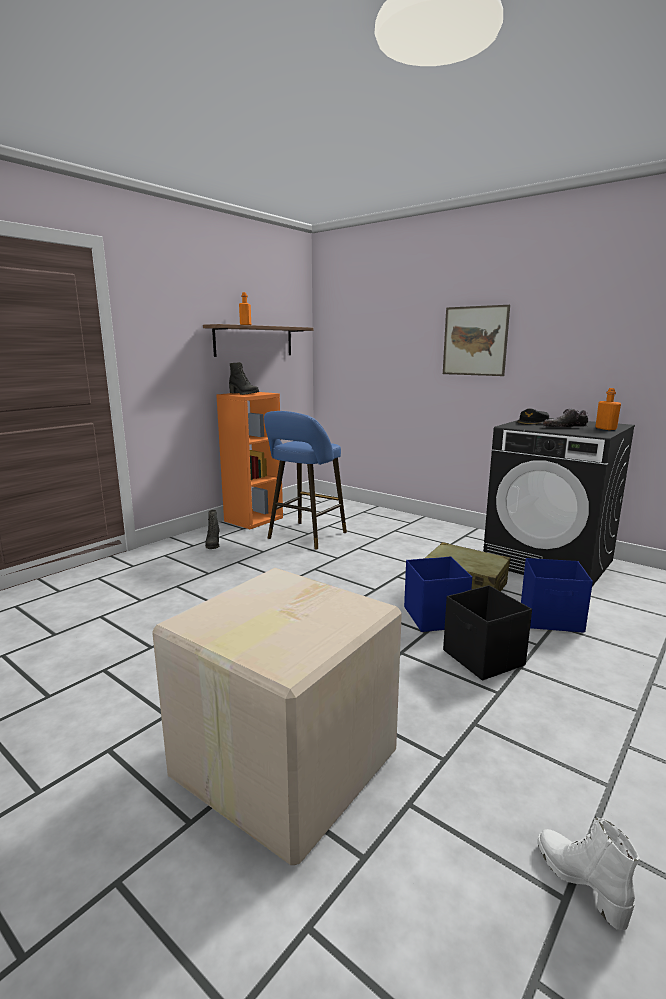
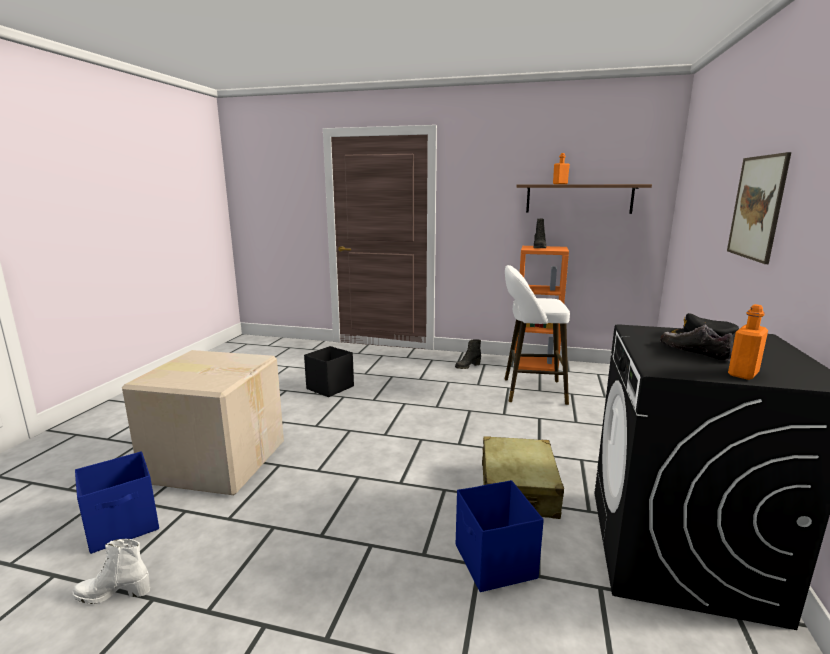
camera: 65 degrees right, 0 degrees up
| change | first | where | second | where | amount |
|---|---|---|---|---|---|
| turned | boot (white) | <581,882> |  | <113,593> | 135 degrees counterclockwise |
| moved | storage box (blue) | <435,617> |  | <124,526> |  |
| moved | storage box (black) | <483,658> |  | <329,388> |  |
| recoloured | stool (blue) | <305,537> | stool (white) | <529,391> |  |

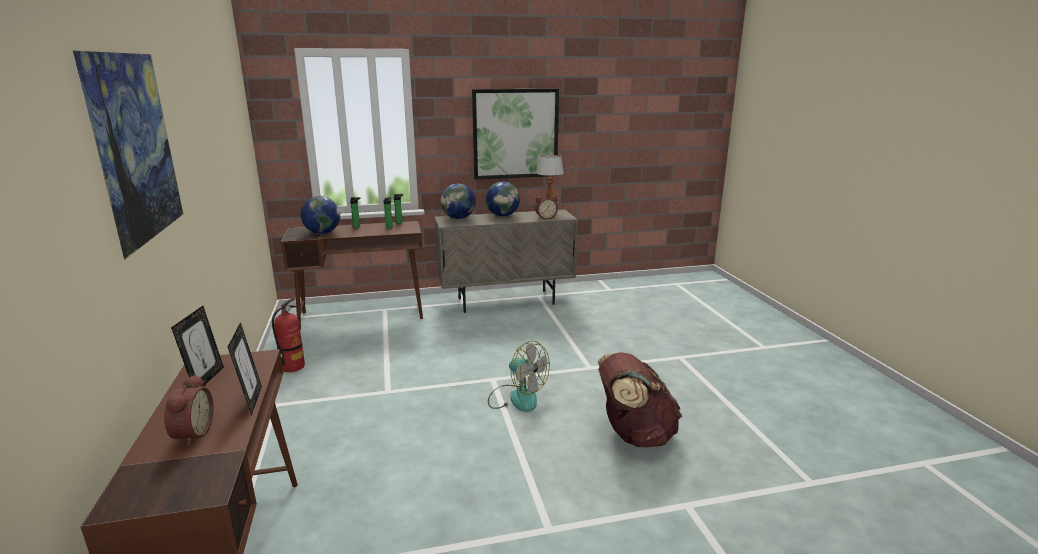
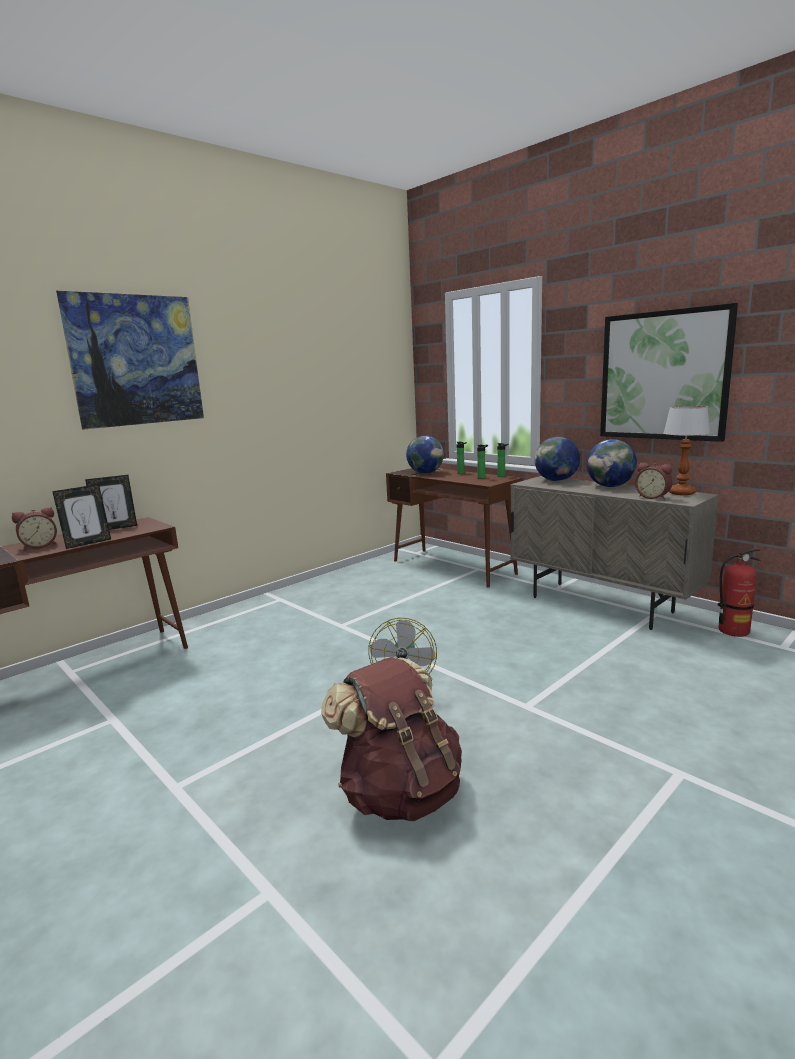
camera: 60 degrees right, 5 degrees down
| change | first | where | second | where | amount |
|---|---|---|---|---|---|
| moved | fire extinguisher | <293,367> |  | <733,631> |  |

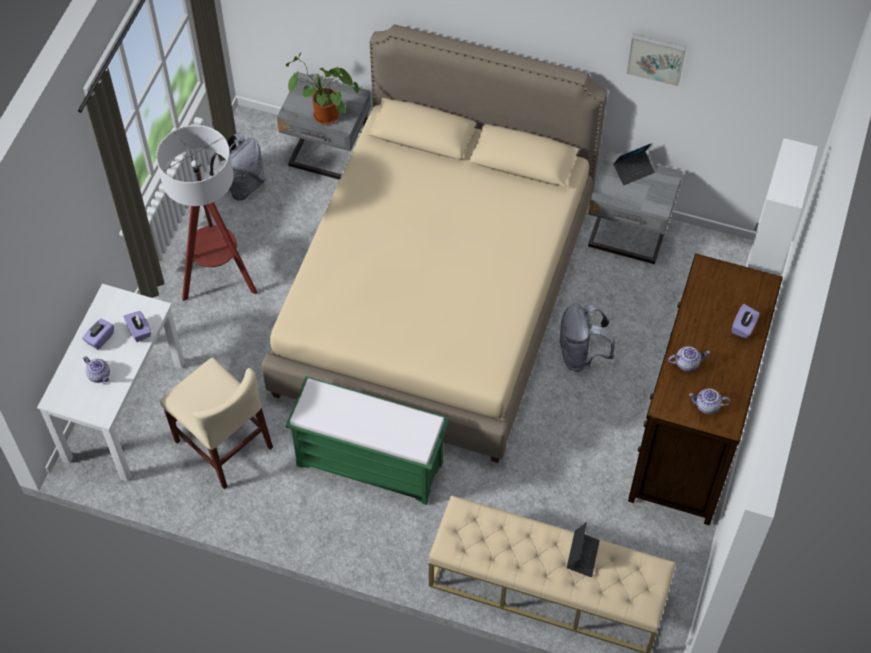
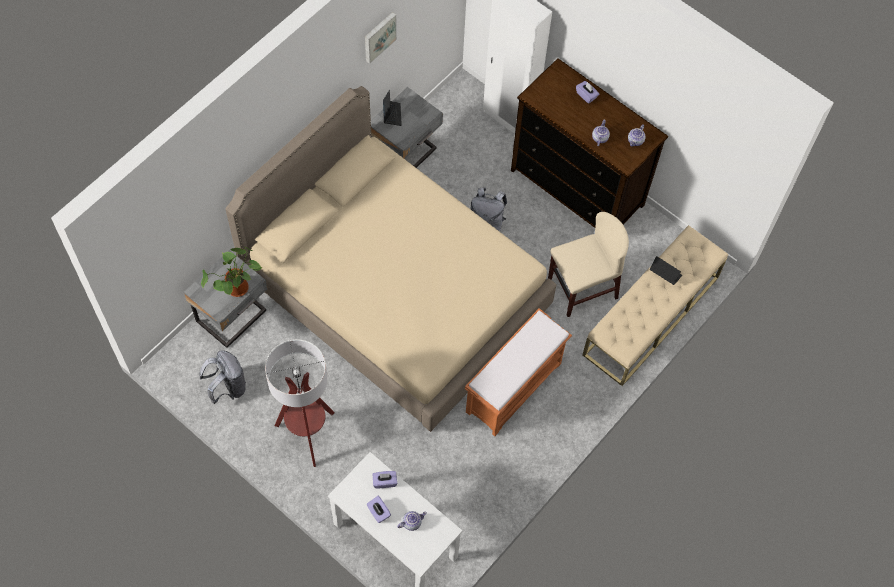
camera: 70 degrees left, 5 degrees up
| change | first | where | second | where | amount |
|---|---|---|---|---|---|
| recoloured | bench (green) | <371,463> | bench (orange) | <514,386> |  |
| moved | chair (beige) | <223,444> |  | <582,288> |  |

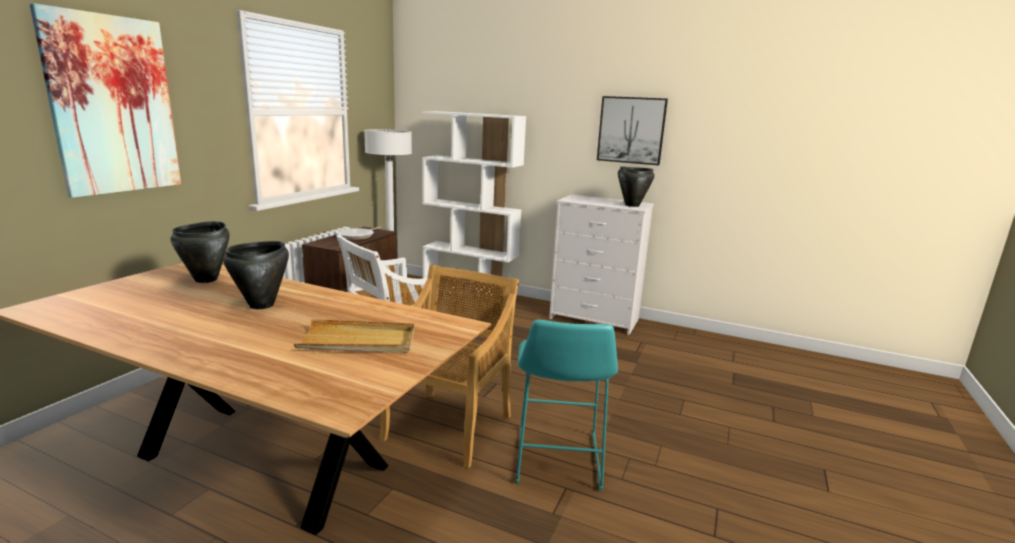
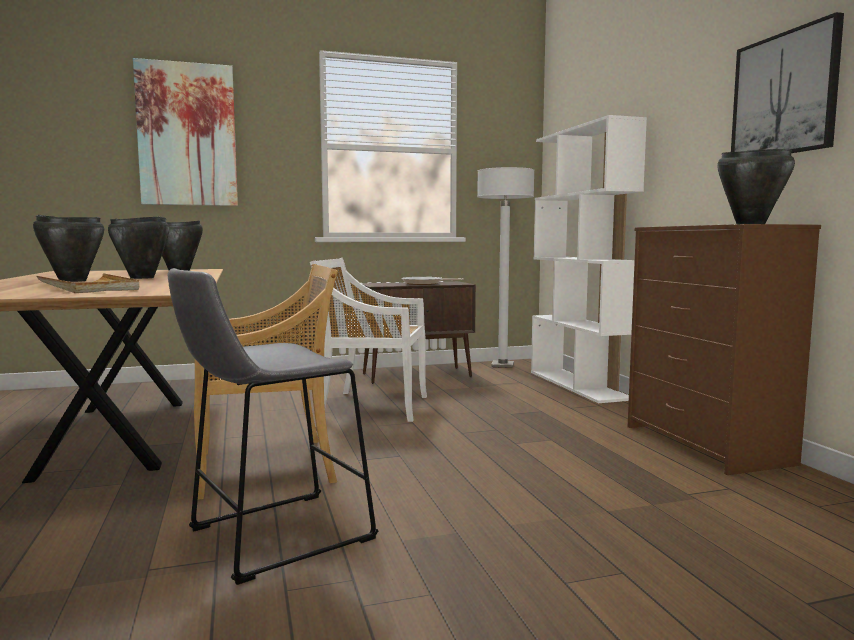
camera: 50 degrees right, 10 degrees down
| change | first | where | second | where | amount |
|---|---|---|---|---|---|
| added |  |  | cooking pot (black) | <72,281> |  |
| recoloured | stool (turquoise) | <557,462> | stool (grey) | <271,537> |  |
| recoloured | dresser (white) | <595,319> | dresser (brown) | <707,445> |  |

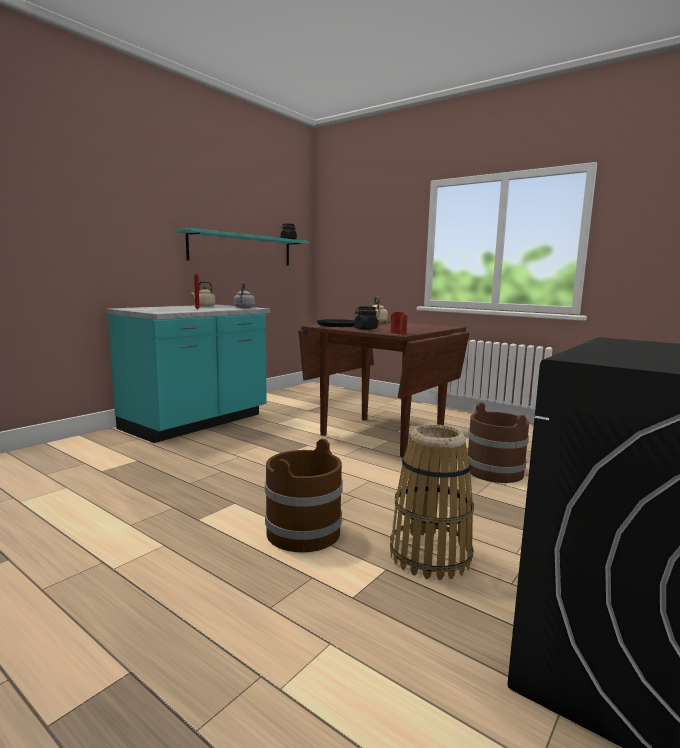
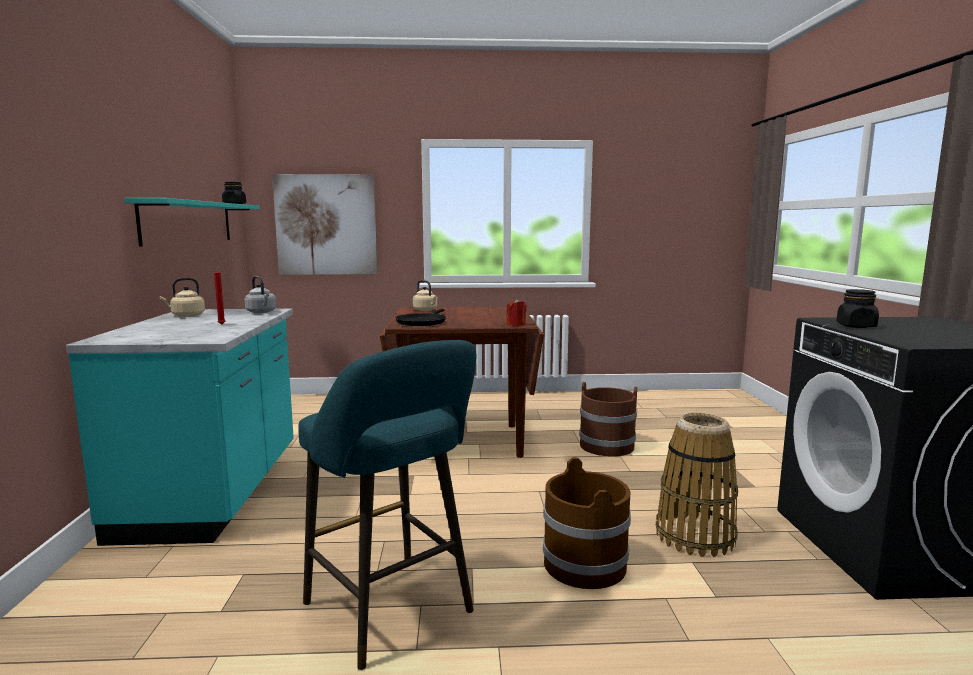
camera: 40 degrees left, 0 degrees up
| change | first | where | second | where | amount |
|---|---|---|---|---|---|
| added |  |  | picture | <326,225> |  |
| added |  |  | stool (turquoise) | <393,612> |  |
| moved | jar (black) | <365,329> |  | <856,326> |  |

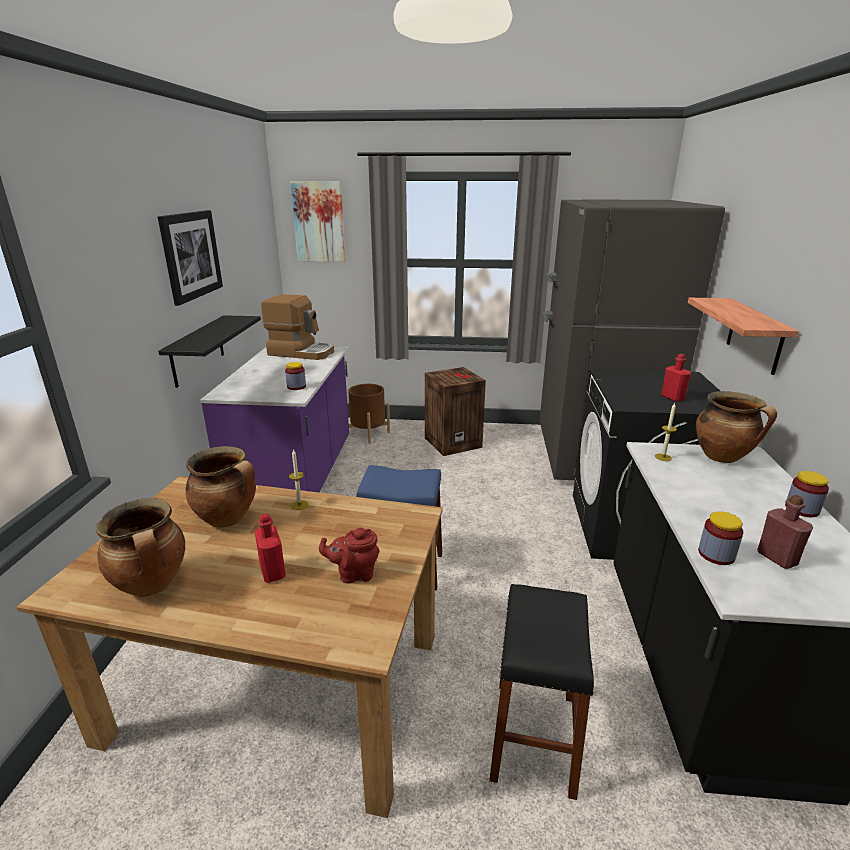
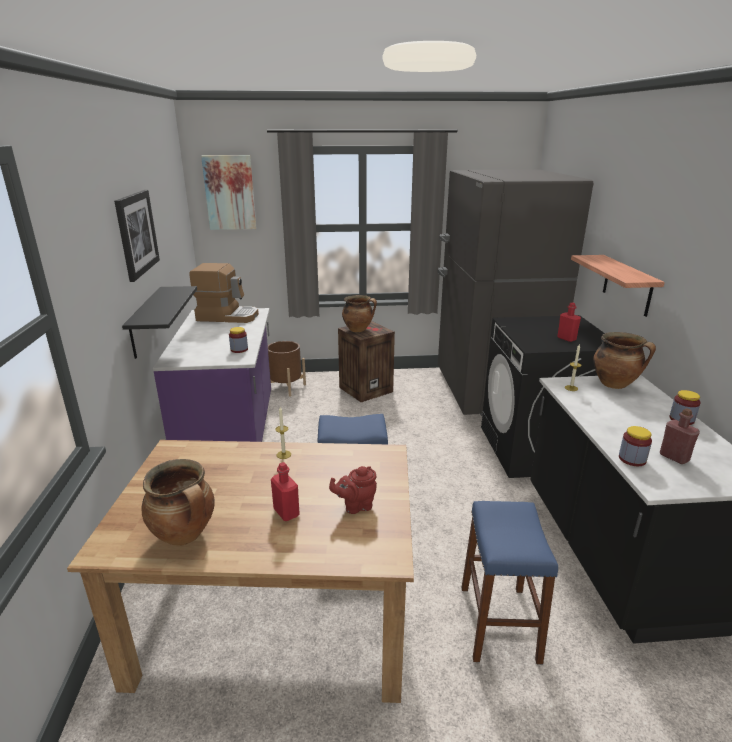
camera: 10 degrees left, 0 degrees up
| change | first | where | second | where | amount |
|---|---|---|---|---|---|
| moved | cooking pot | <228,519> |  | <358,329> |  |
| recoloured | stool (black) | <534,736> | stool (blue) | <499,623> |  |

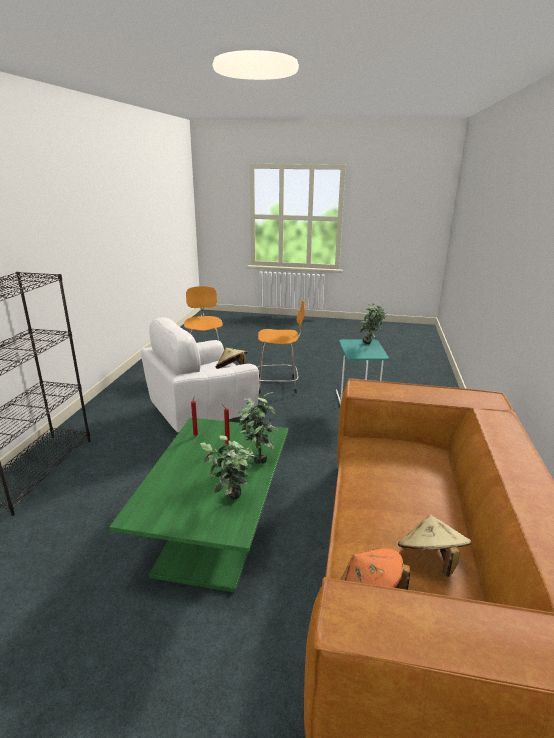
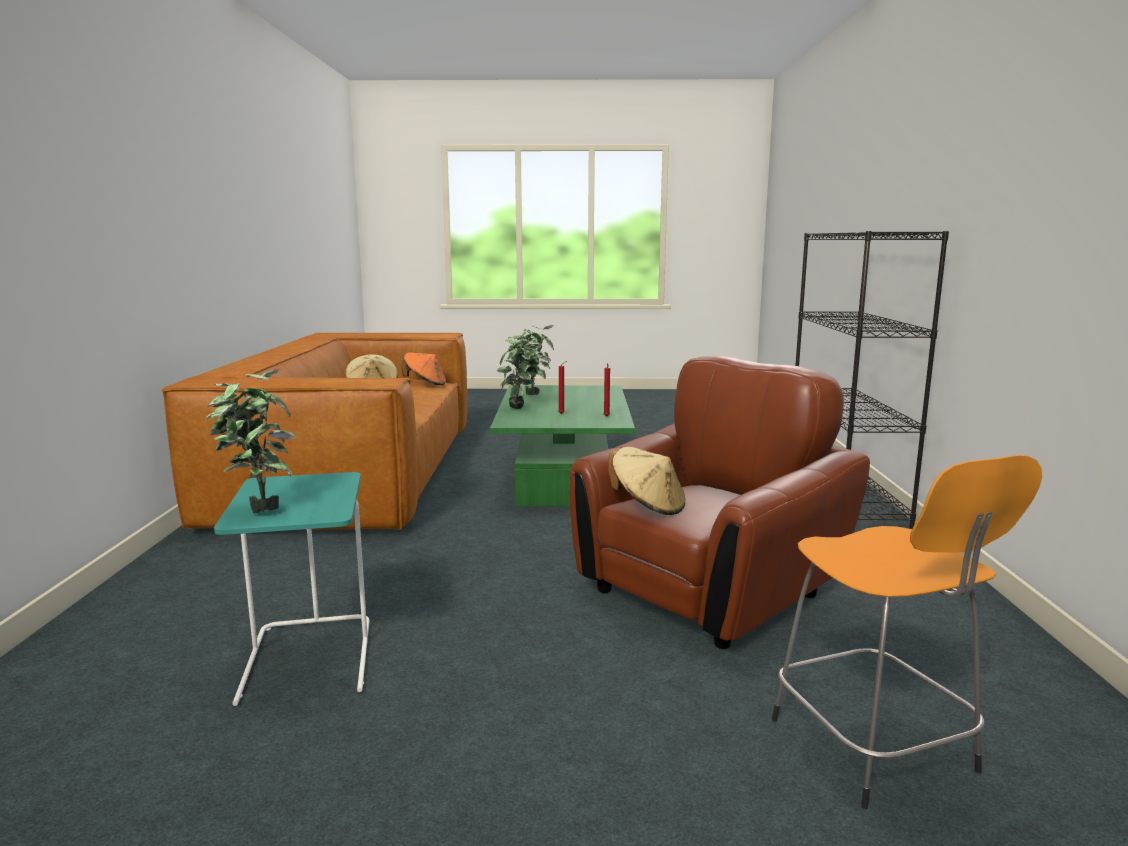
camera: 170 degrees right, 10 degrees down
| change | first | where | second | where | amount |
|---|---|---|---|---|---|
| recoloured | armchair (white) | <201,412> | armchair (brown) | <709,591> |  |
| removed | stool (orange) | <279,385> |  |  |  |

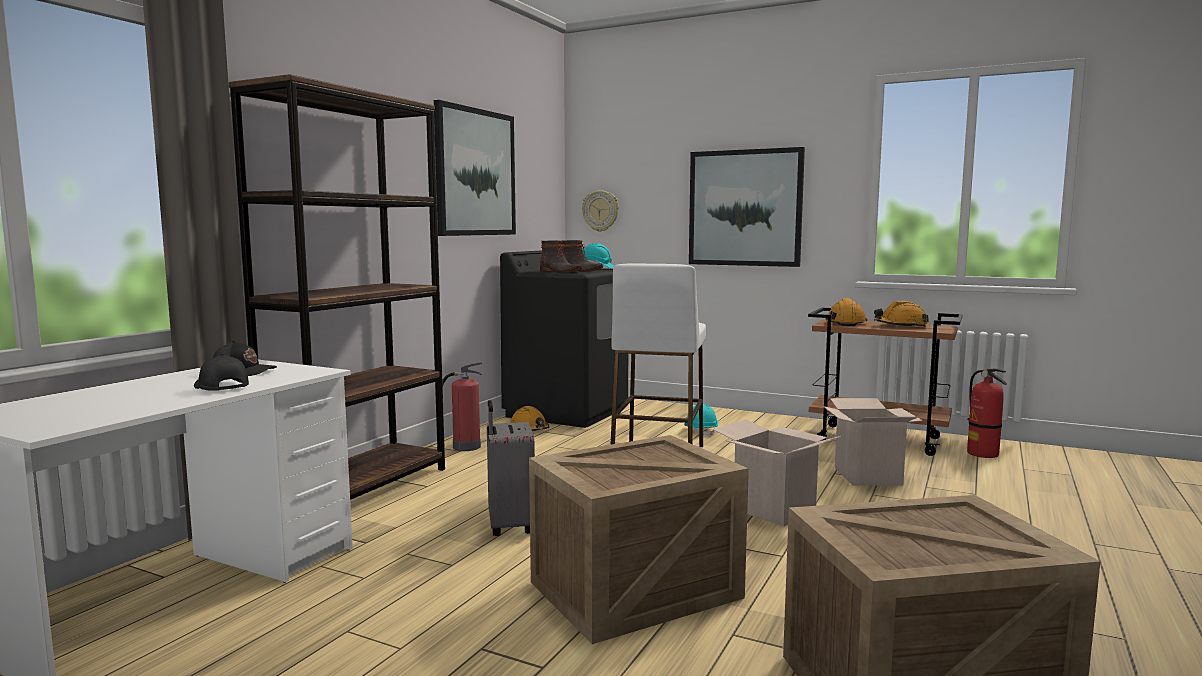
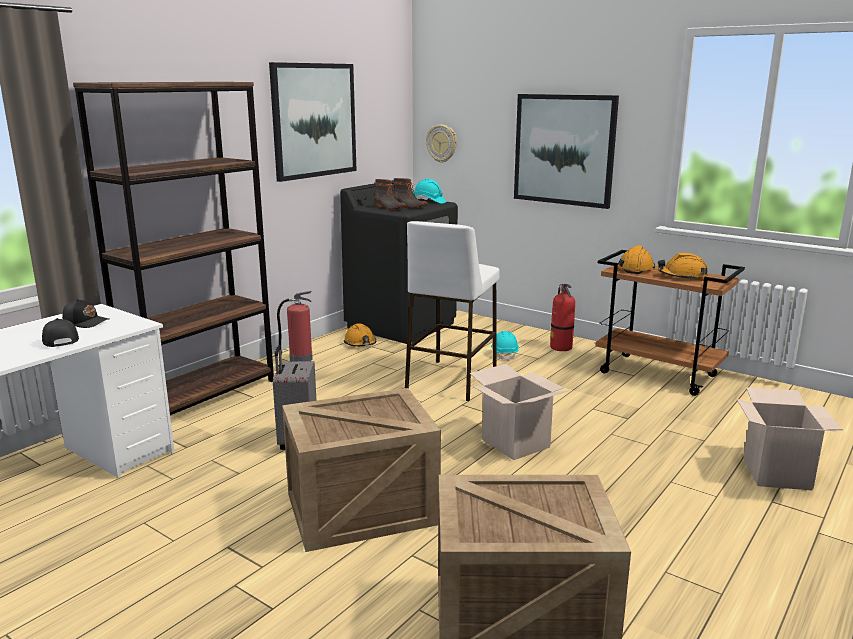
camera: 10 degrees right, 10 degrees up
| change | first | where | second | where | amount |
|---|---|---|---|---|---|
| moved | fire extinguisher | <983,454> |  | <561,348> |  |
| moved | cardboard box | <867,476> |  | <776,474> |  |

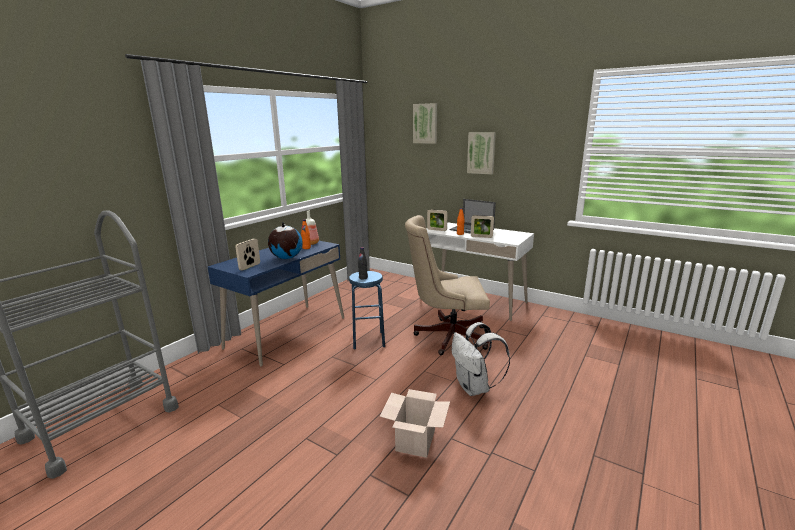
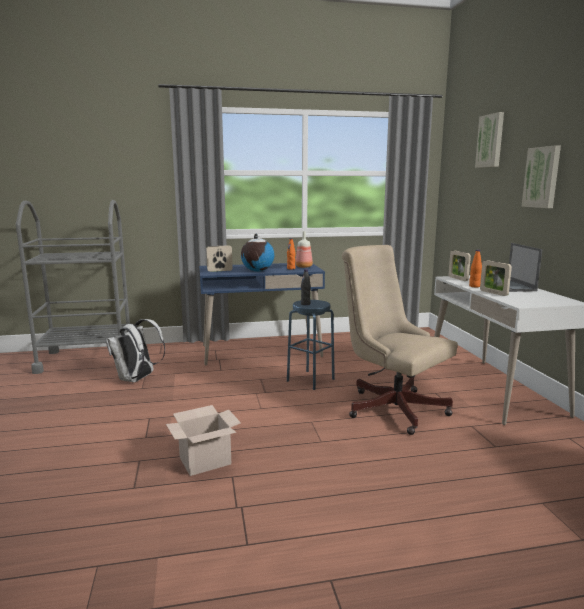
camera: 45 degrees right, 5 degrees down
| change | first | where | second | where | amount |
|---|---|---|---|---|---|
| moved | backpack (white) | <475,388> |  | <137,379> |  |

